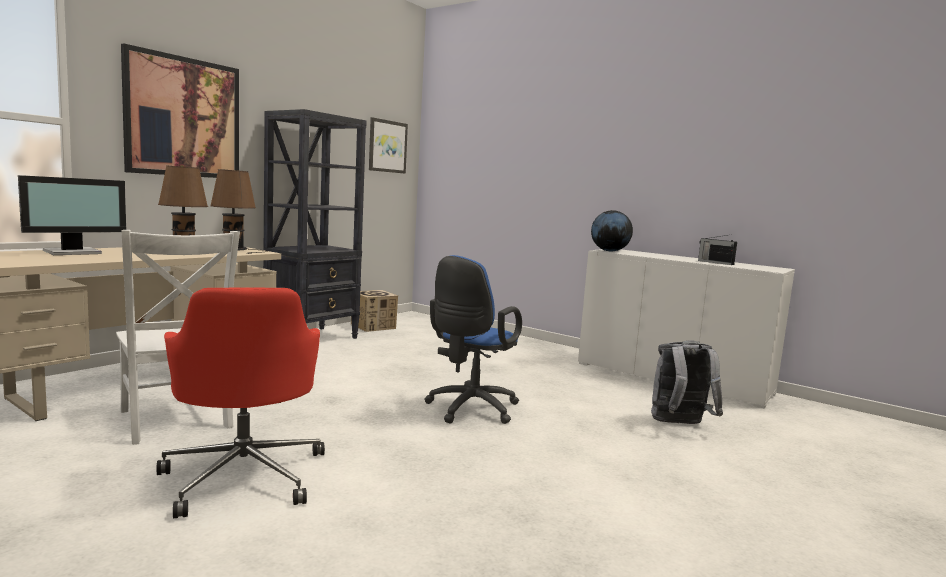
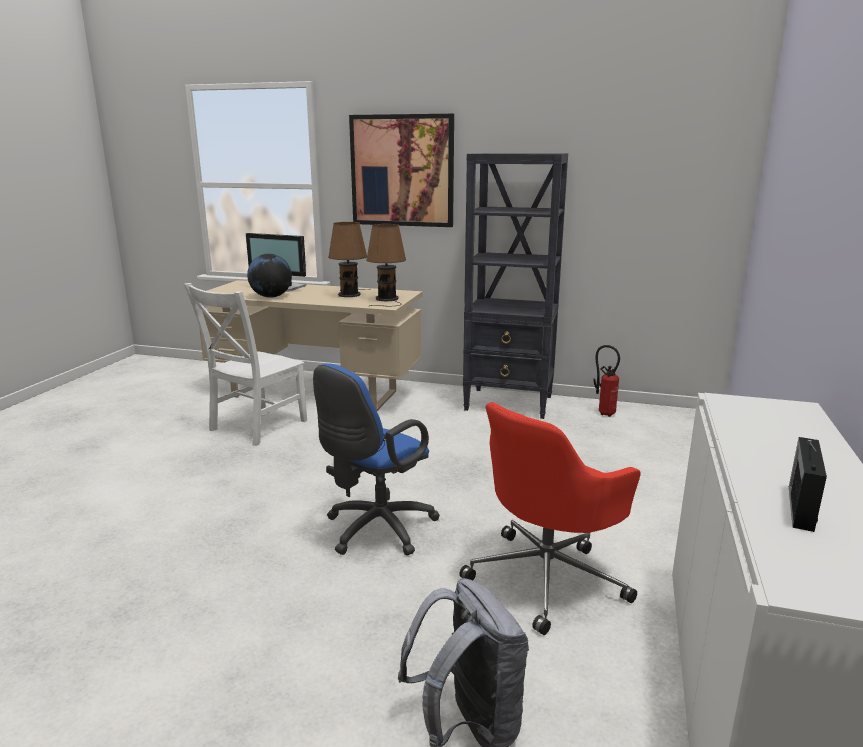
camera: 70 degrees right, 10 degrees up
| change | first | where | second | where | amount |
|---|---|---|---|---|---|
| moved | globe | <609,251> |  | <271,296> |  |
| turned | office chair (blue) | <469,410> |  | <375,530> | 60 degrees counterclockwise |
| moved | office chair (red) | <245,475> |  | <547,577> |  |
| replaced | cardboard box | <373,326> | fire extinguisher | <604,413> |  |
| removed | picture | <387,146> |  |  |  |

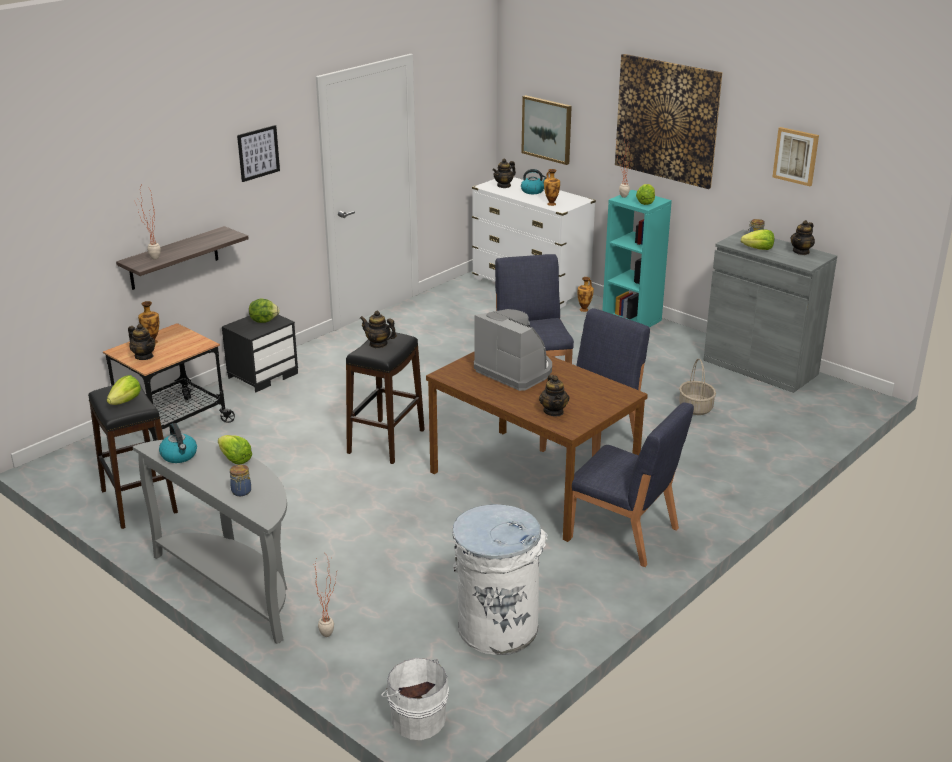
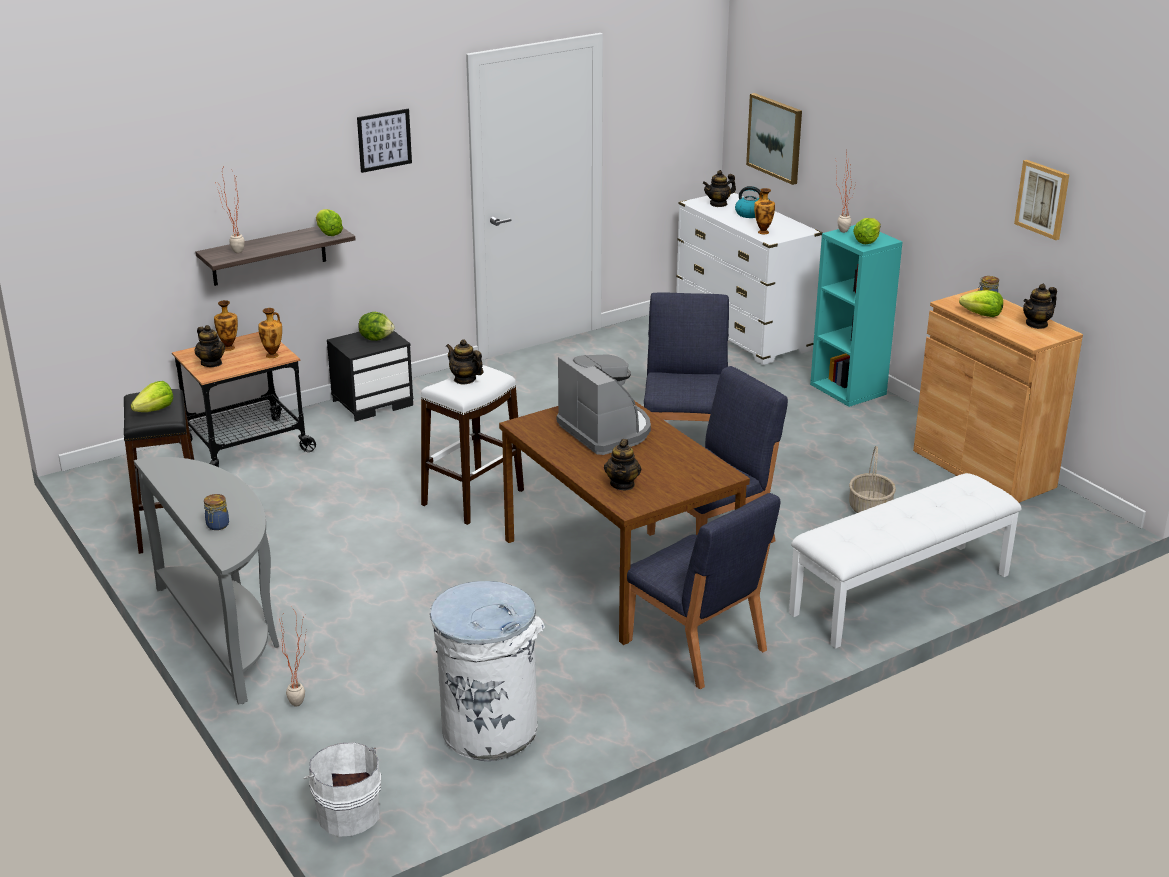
camera: 15 degrees right, 0 degrees up
| change | first | where | second | where | amount |
|---|---|---|---|---|---|
| moved | vase | <584,309> |  | <273,355> |  |
| moved | lettuce | <234,459> |  | <328,233> |  |
| recoloured | stool (black) | <386,441> | stool (white) | <473,498> |  |
| added |  |  | bench (white) | <901,595> |  |
| recoloured | cabinet (grey) | <760,367> | cabinet (brown) | <983,469> |  |
| removed | kettle | <179,456> |  |  |  |
| removed | picture | <667,120> |  |  |  |

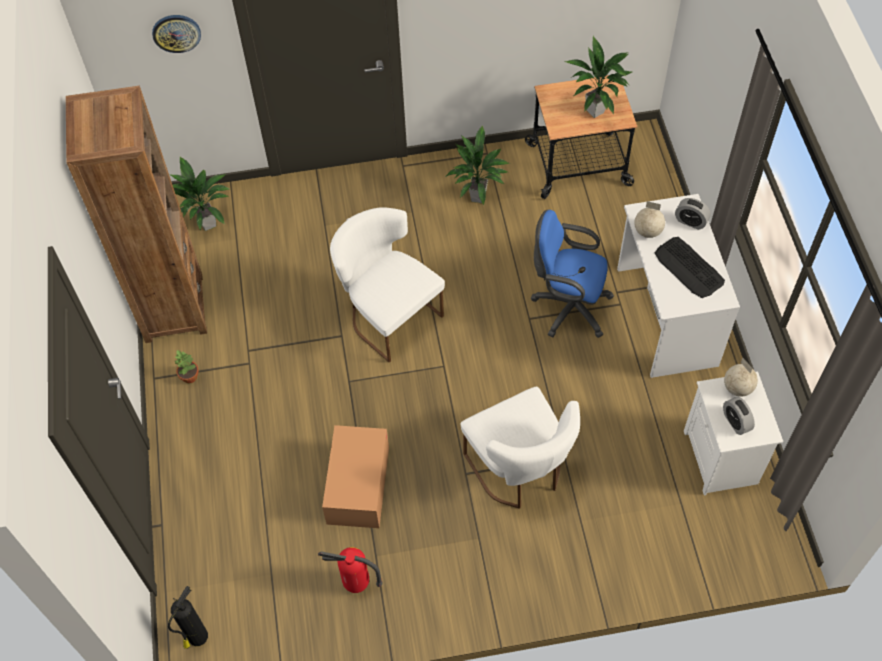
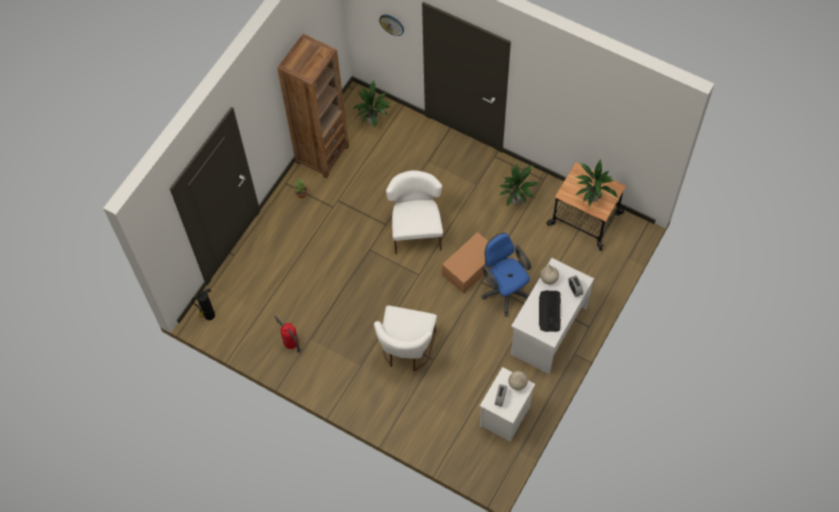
camera: 40 degrees right, 5 degrees up
| change | first | where | second | where | amount |
|---|---|---|---|---|---|
| moved | cardboard box | <358,485> |  | <470,268> |  |

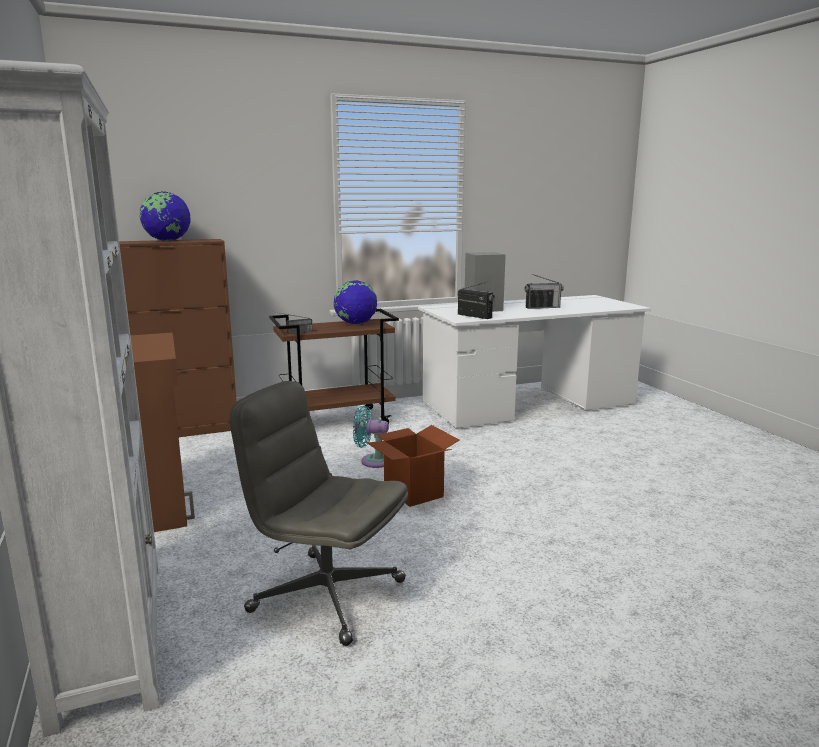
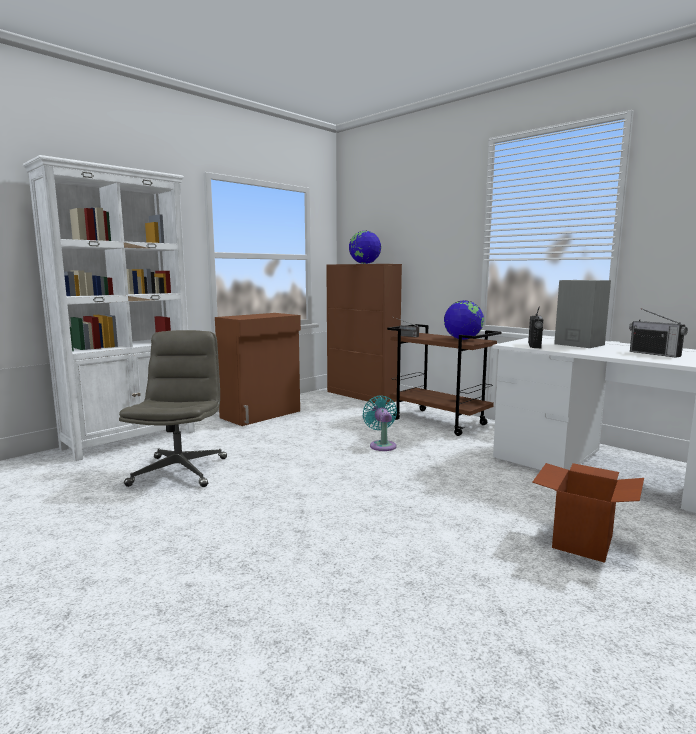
camera: 65 degrees right, 5 degrees down
| change | first | where | second | where | amount |
|---|---|---|---|---|---|
| moved | cardboard box | <413,492> |  | <582,541> |  |

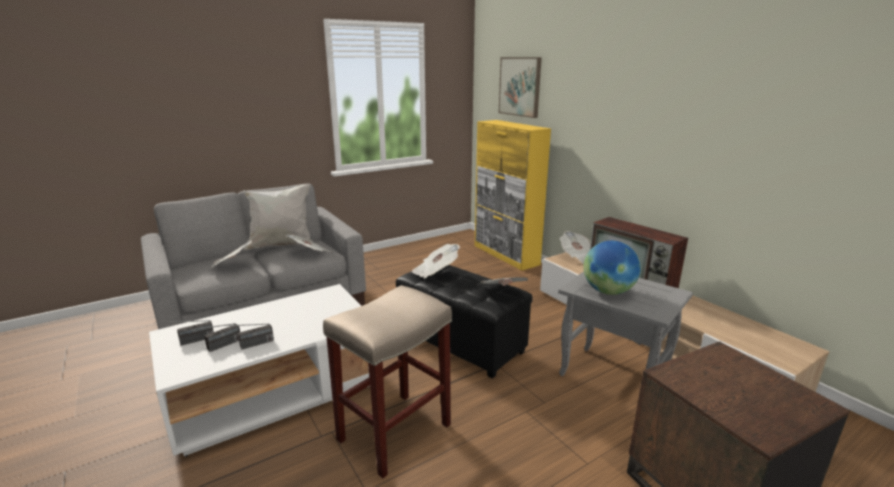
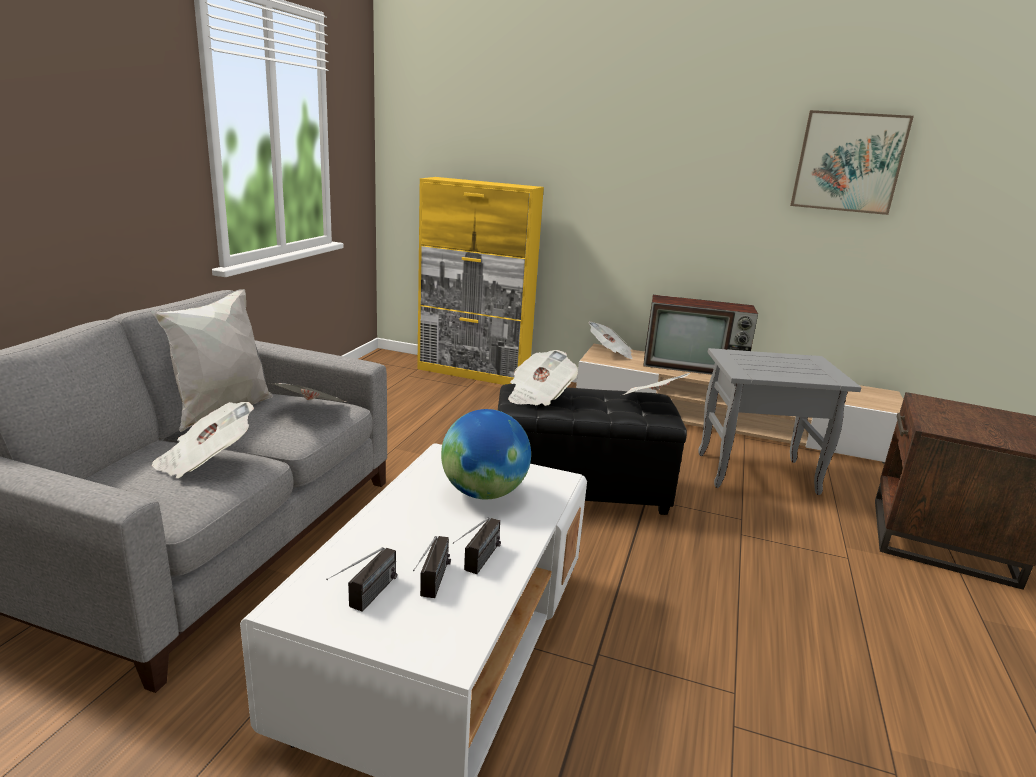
camera: 40 degrees left, 0 degrees up
| change | first | where | second | where | amount |
|---|---|---|---|---|---|
| moved | globe | <607,291> |  | <483,493> |  |
| moved | picture | <520,86> |  | <848,162> |  |
| removed | stool (beige) | <394,433> |  |  |  |

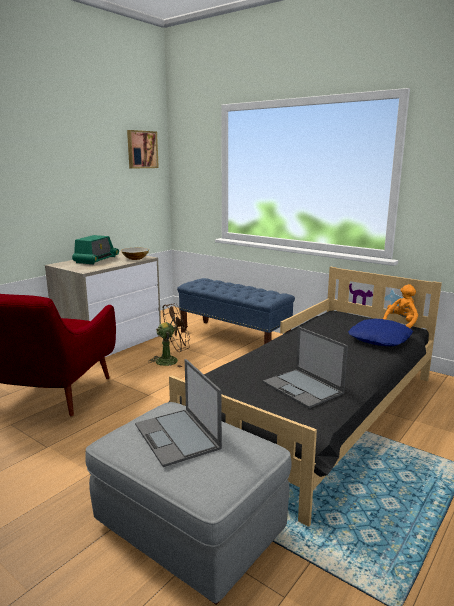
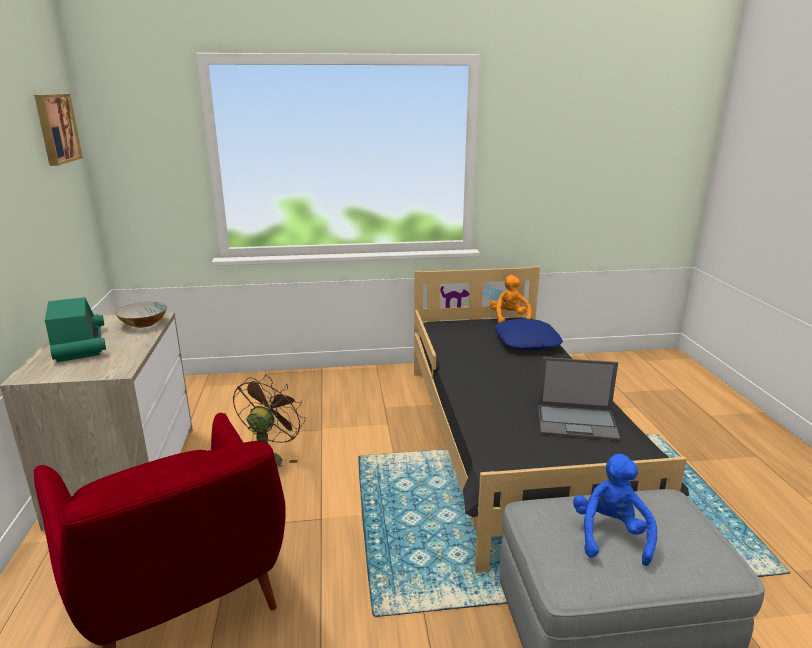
camera: 45 degrees left, 5 degrees up
| change | first | where | second | where | amount |
|---|---|---|---|---|---|
| replaced | laptop | <177,437> | plush toy (blue) | <610,535> |  |
| removed | bench (blue) | <234,338> |  |  |  |

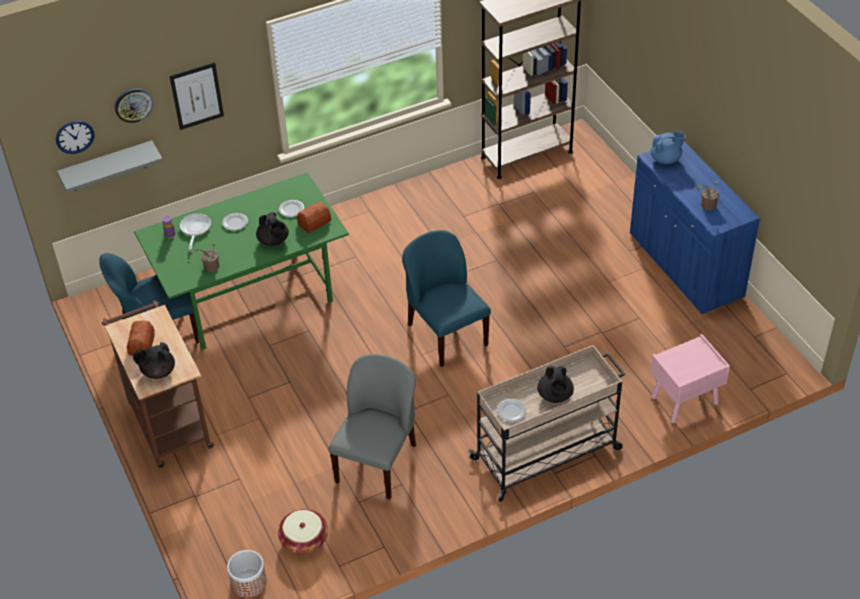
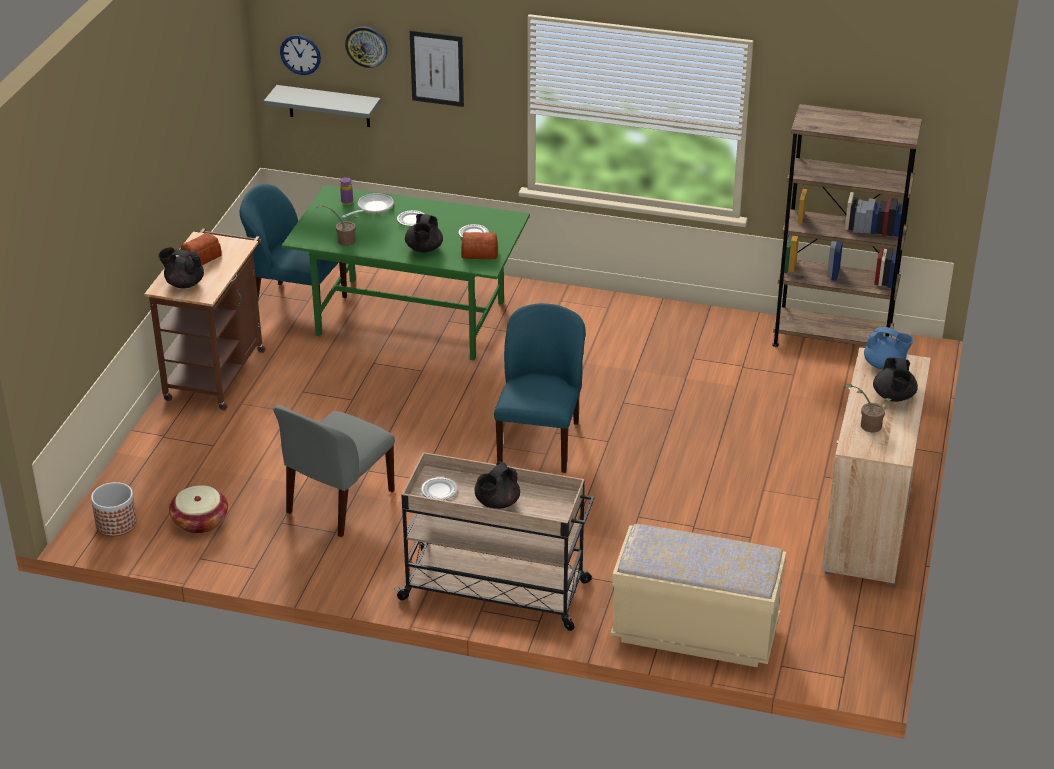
camera: 40 degrees right, 10 degrees down
| change | first | where | second | where | amount |
|---|---|---|---|---|---|
| turned | chair (grey) | <377,462> |  | <338,503> | 150 degrees clockwise |
| replaced | nightstand (pink) | <684,400> | bench (beige) | <695,632> |  |
| recoloured | cabinet (blue) | <685,265> | cabinet (beige) | <867,521> |  |
| added |  |  | teapot (black) | <893,397> |  |

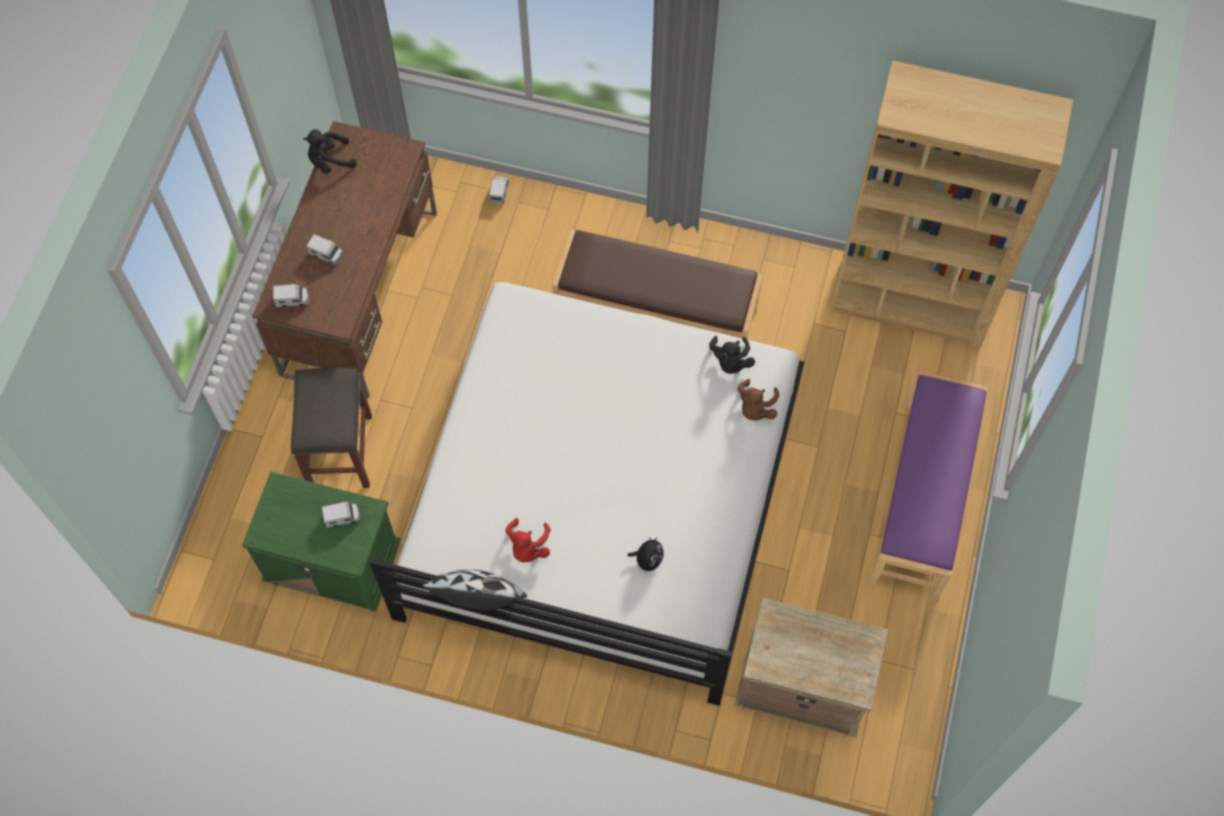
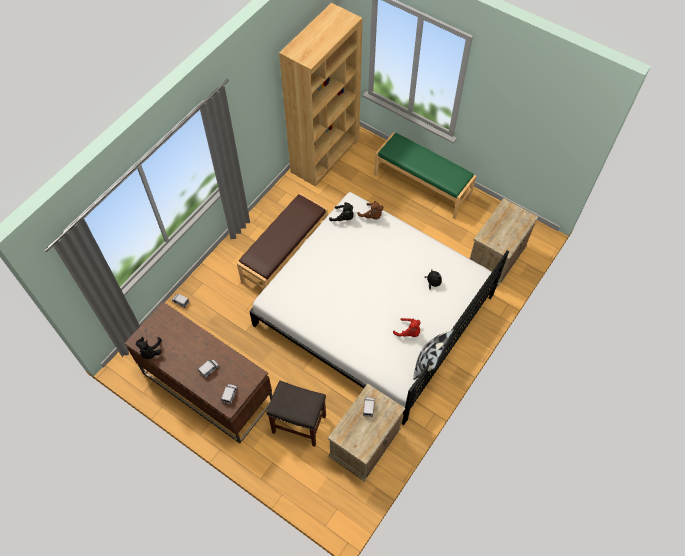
camera: 70 degrees left, 5 degrees down
| change | first | where | second | where | amount |
|---|---|---|---|---|---|
| recoloured | nightstand (green) | <333,567> | nightstand (beige) | <364,446> |  |
| recoloured | bench (purple) | <922,499> | bench (green) | <422,185> |  |

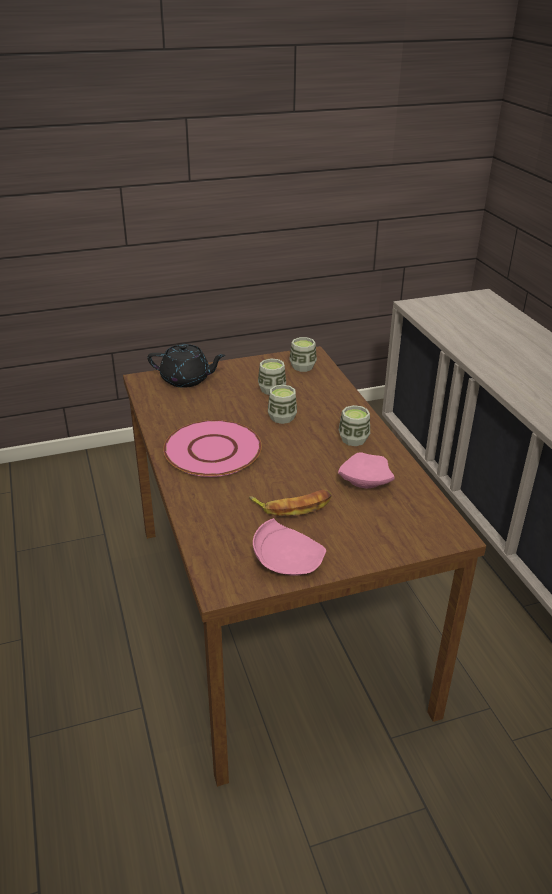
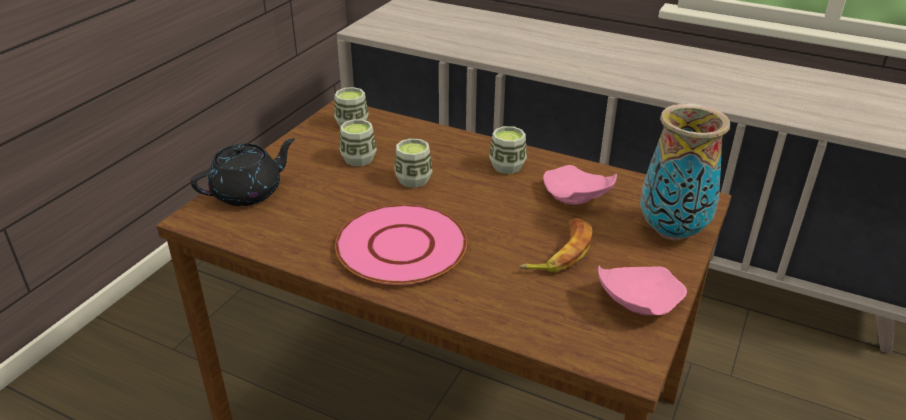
camera: 45 degrees left, 0 degrees up
| change | first | where | second | where | amount |
|---|---|---|---|---|---|
| added |  |  | vase | <671,232> |  |

